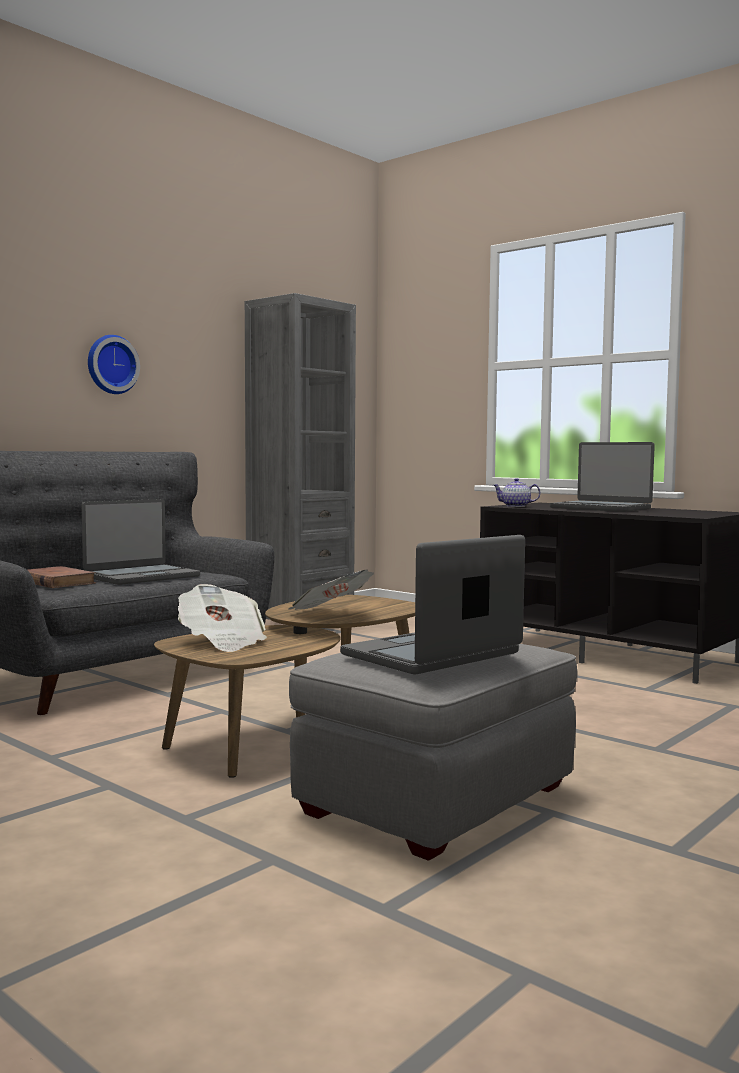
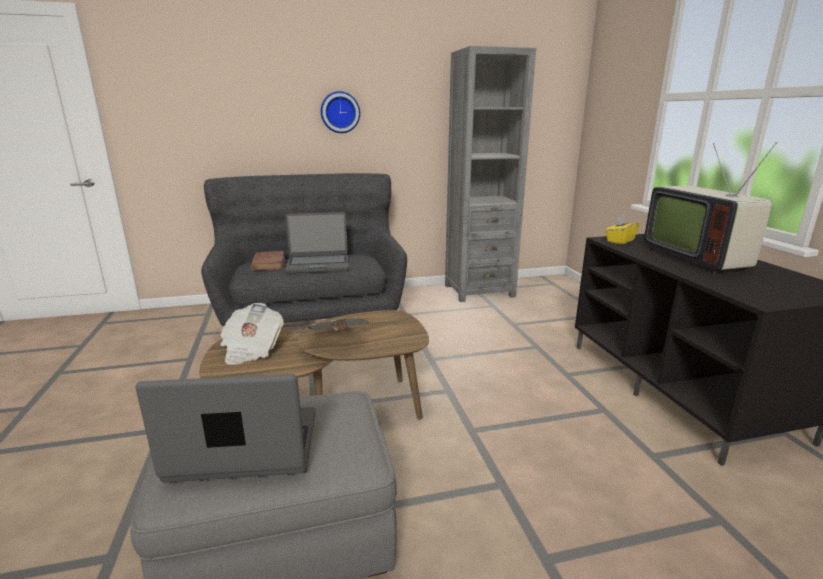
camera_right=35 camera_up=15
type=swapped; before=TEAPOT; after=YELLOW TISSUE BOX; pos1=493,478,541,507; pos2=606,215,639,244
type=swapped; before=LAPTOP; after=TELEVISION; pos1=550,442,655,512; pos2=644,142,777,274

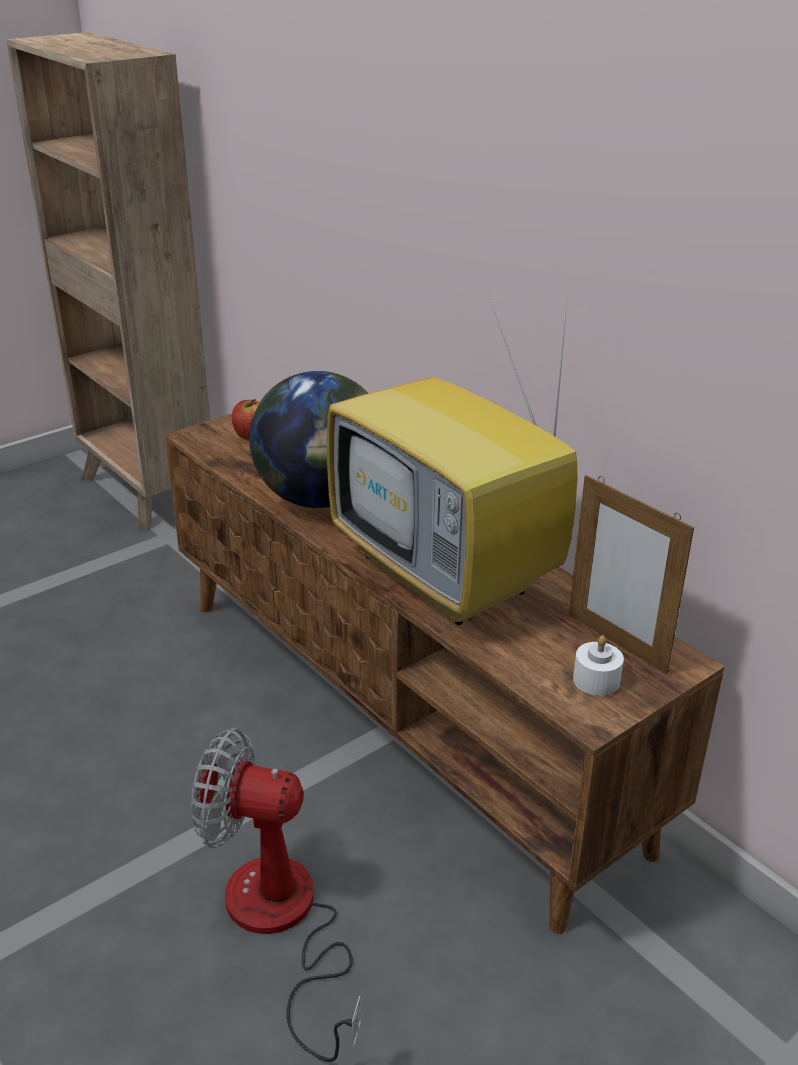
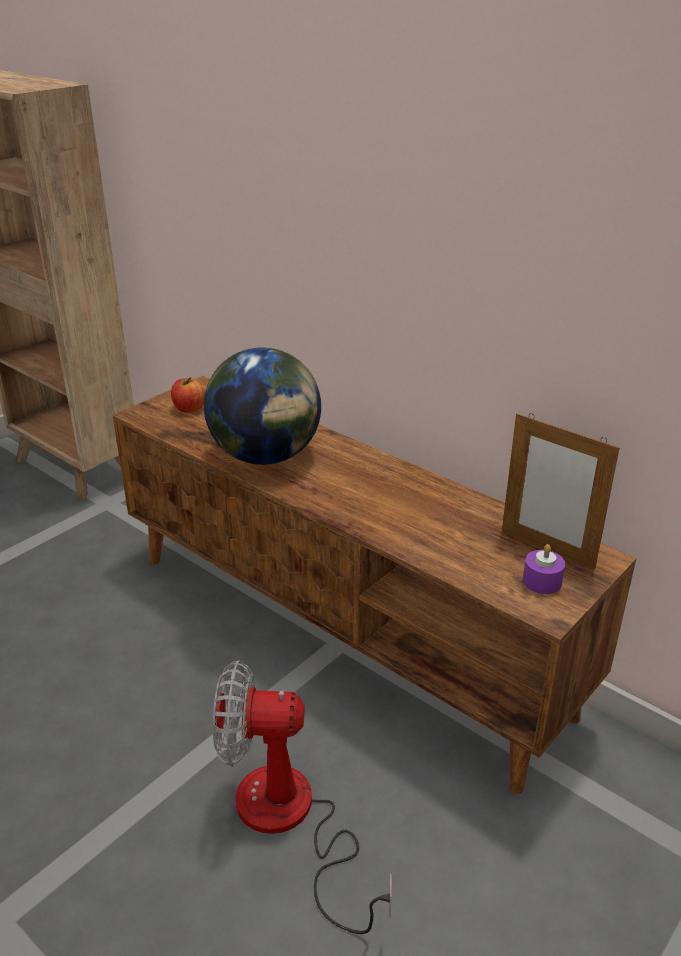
camera_right=-10 camera_up=0
type=repainted; before=WHITE CANDLE; after=PURPLE CANDLE; pos1=573,635,624,696; pos2=523,544,565,594
type=gone; before=TELEVISION; pos1=327,296,578,625

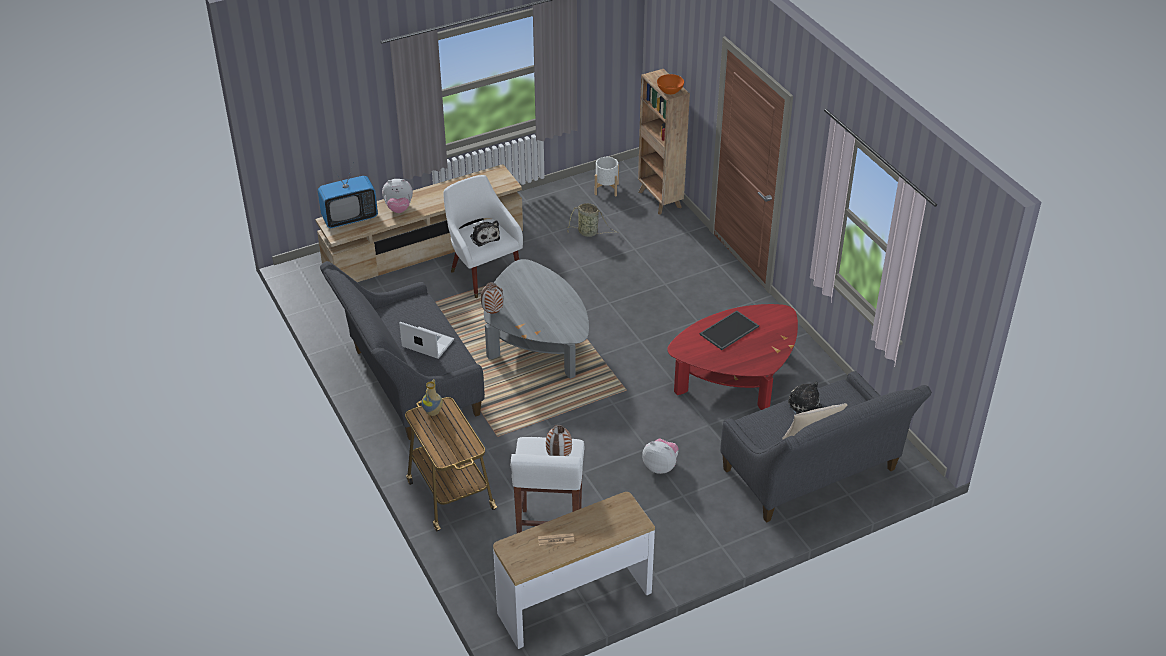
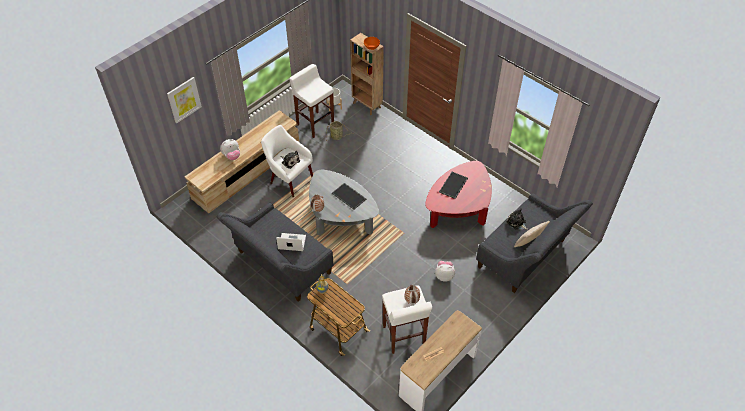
camera_right=-20 camera_up=10
type=new; after=PICTURE; pos2=167,77,202,123
type=new; after=WHITE STOOL; pos2=289,64,334,138
type=new; after=TRAY; pos2=332,183,366,210
type=gone; before=TELEVISION; pos1=318,162,378,228

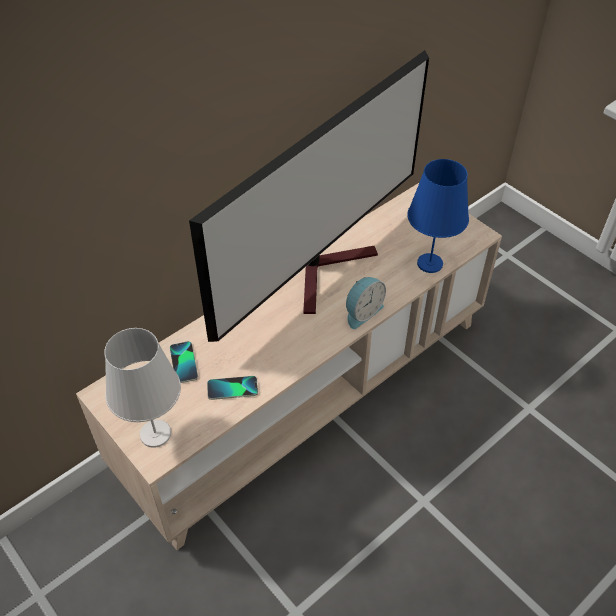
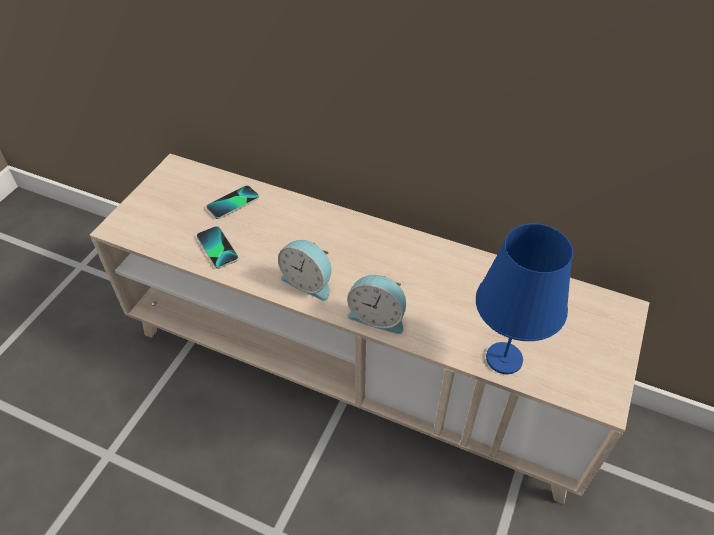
camera_right=65 camera_up=0
type=new; after=ALARM CLOCK; pos2=278,240,331,301
type=gone; before=WHITE TABLE LAMP; pos1=104,328,181,448
type=gone; before=TELEVISION; pos1=189,50,429,342

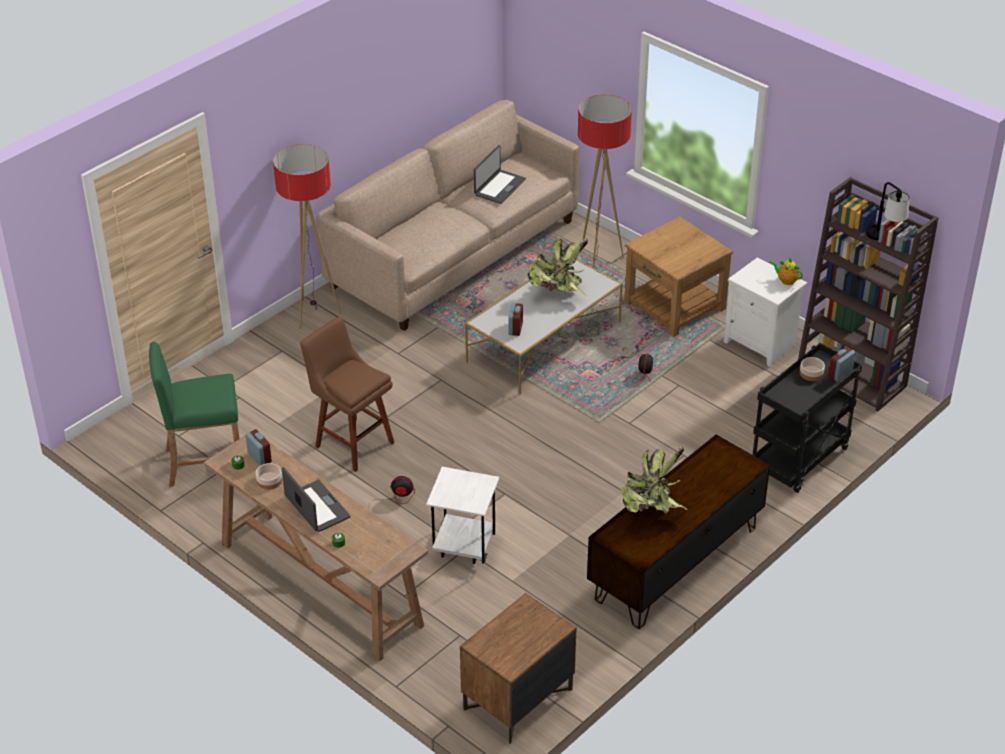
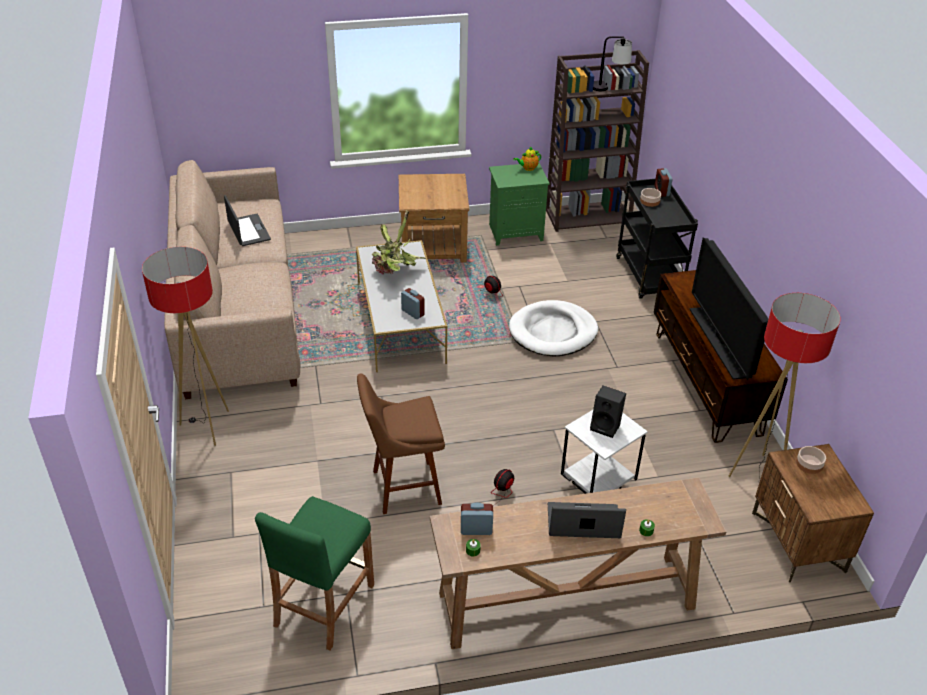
camera_right=-55 camera_up=0
type=repainted; before=WHITE NIGHTSTAND; after=GREEN NIGHTSTAND; pos1=724,258,807,367; pos2=489,163,550,246
type=new; after=WHITE DOG BED; pos2=509,300,598,357
type=new; after=BLACK SPEAKER; pos2=590,386,626,438
type=swapped; before=POTTED PLANT; after=TELEVISION; pos1=621,446,689,514; pos2=689,238,769,380
type=shifted; before=FLOOR LAMP; pos1=578,95,632,268; pos2=729,293,841,477
type=shifted; before=BOWL; pos1=256,463,282,490; pos2=796,446,826,474

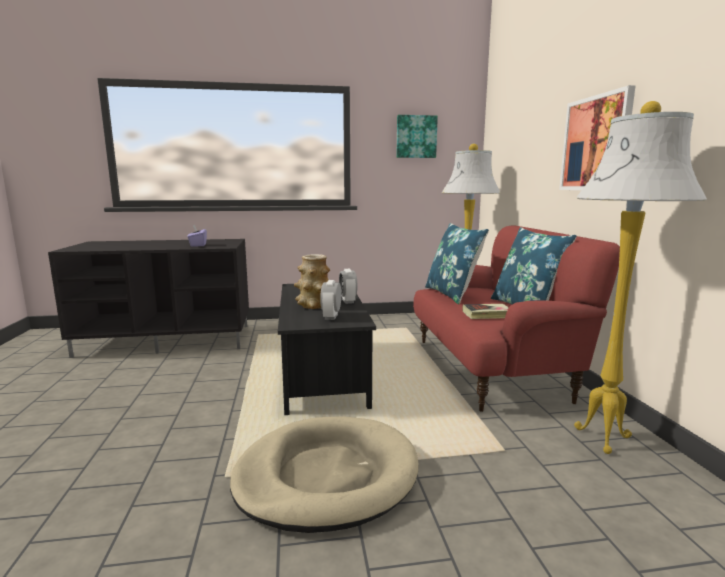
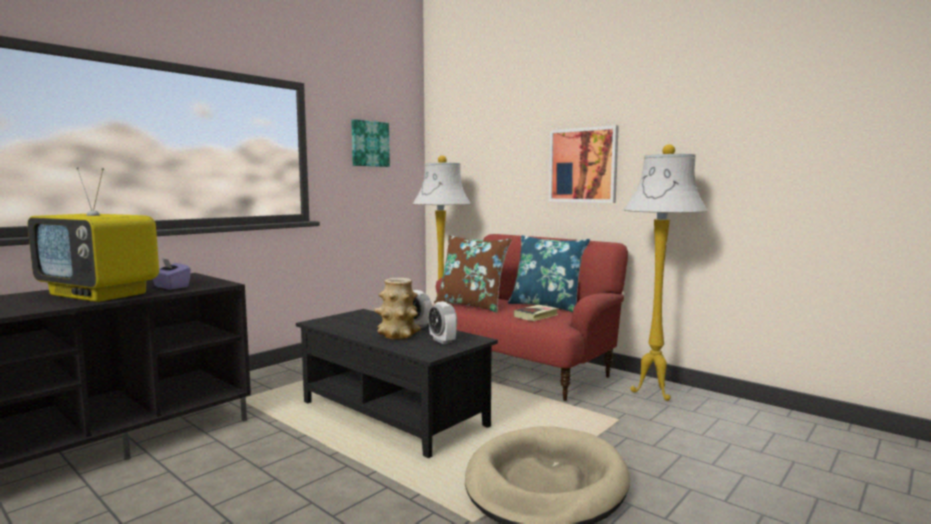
camera_right=-40 camera_up=-5
type=new; after=TELEVISION; pos2=28,167,159,302
type=repainted; before=BLUE PILLOW; after=BROWN PILLOW; pos1=425,223,489,304; pos2=434,235,512,312

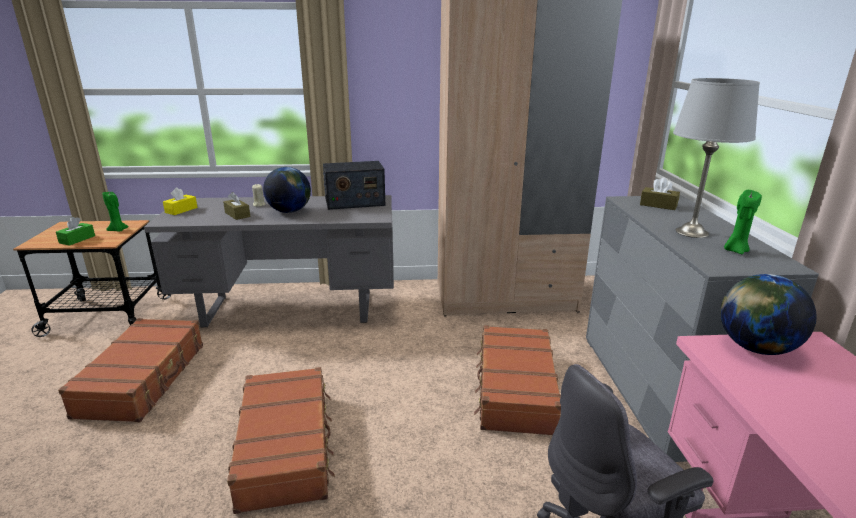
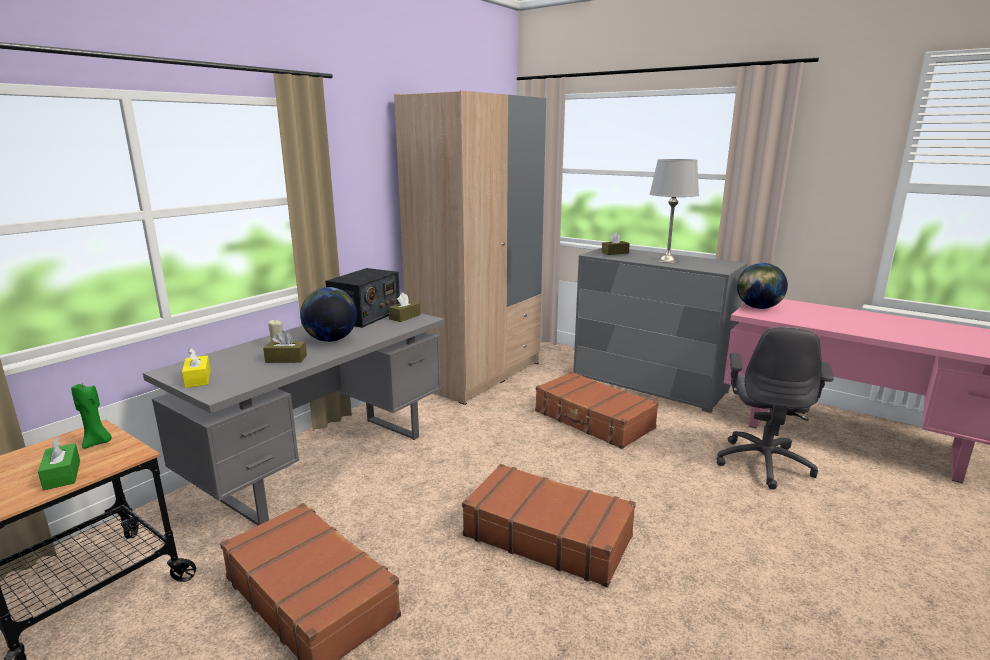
camera_right=-50 camera_up=-5
type=new; after=BROWN TISSUE BOX; pos2=388,293,420,322
type=gone; before=GREEN CANDLE; pos1=724,190,762,254

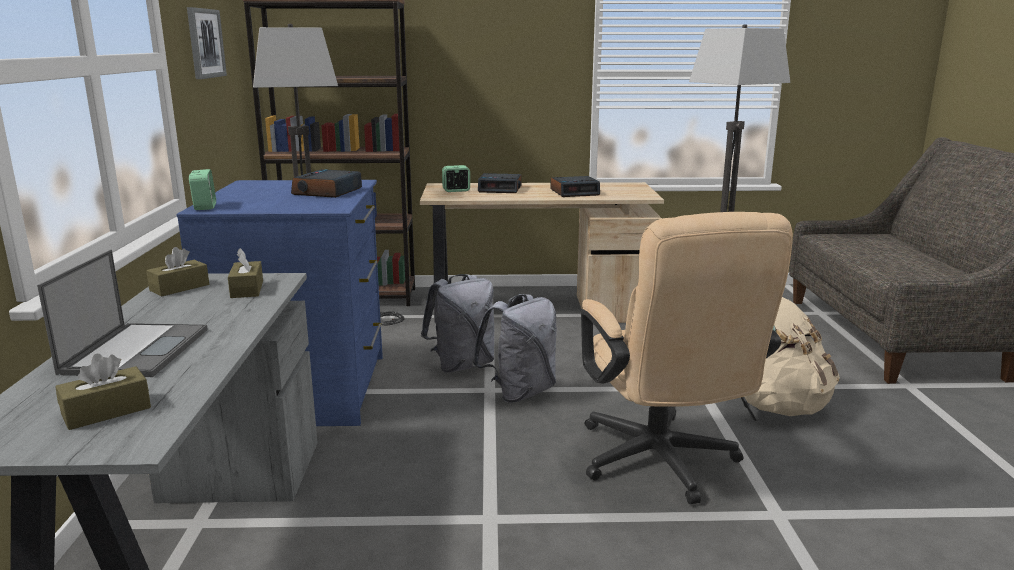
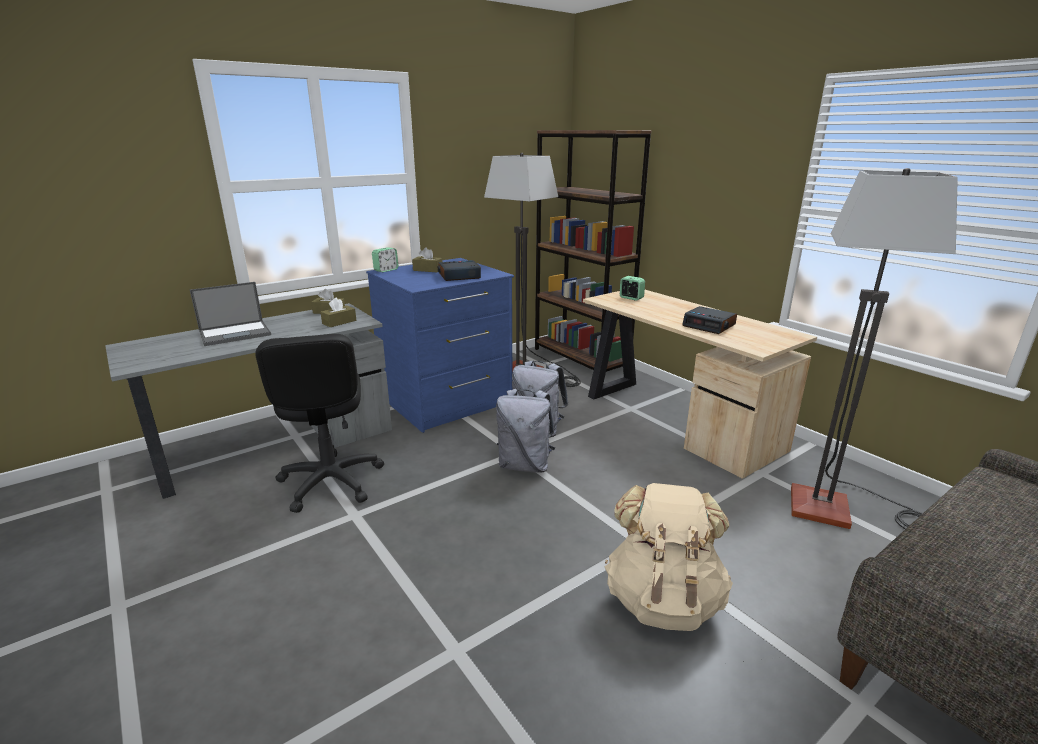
camera_right=55 camera_up=5
type=new; after=BLACK OFFICE CHAIR; pos2=255,334,384,513
type=shifted; before=BROWN TISSUE BOX; pos1=55,353,151,430; pos2=412,247,443,272
type=gone; before=PICTURE; pos1=187,7,227,79
type=gone; before=ALARM CLOCK; pos1=478,173,522,193
type=gone; before=BEIGE OFFICE CHAIR; pos1=581,212,793,504

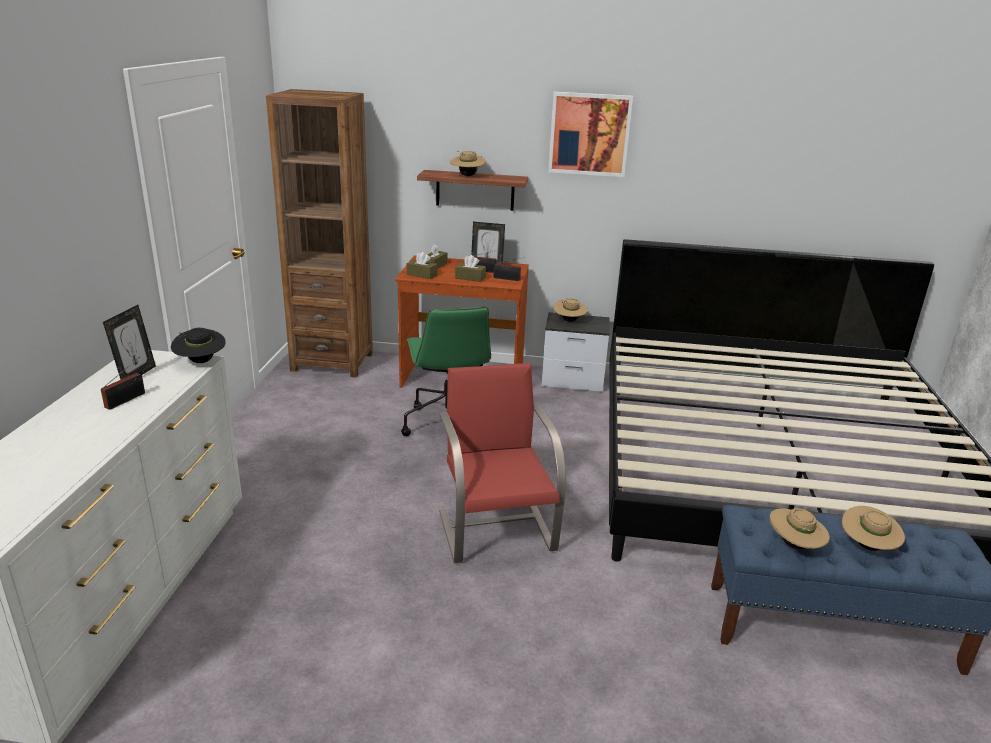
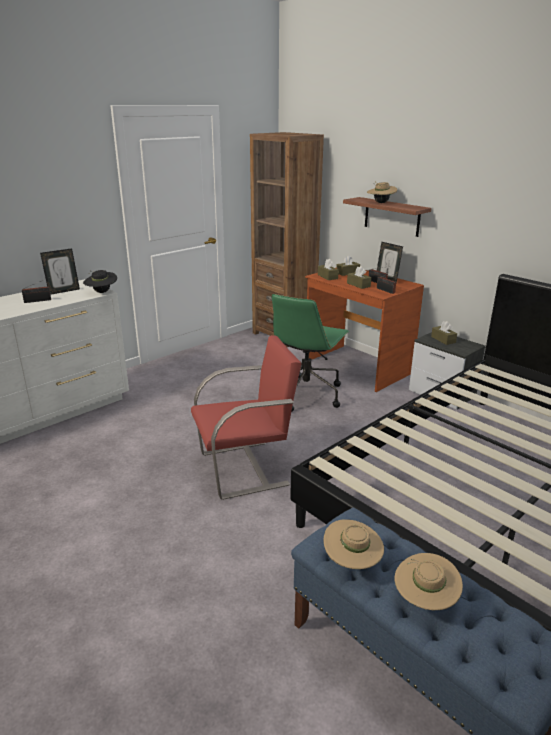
camera_right=40 camera_up=0
type=rotated; before=RED CHAIR; pos1=439,363,566,563; pos2=191,335,302,500; turn=45
type=swapped; before=BEIGE HAT; after=BROWN TISSUE BOX; pos1=553,298,588,322; pos2=431,321,457,345
type=gone; before=PICTURE; pos1=548,92,633,177

